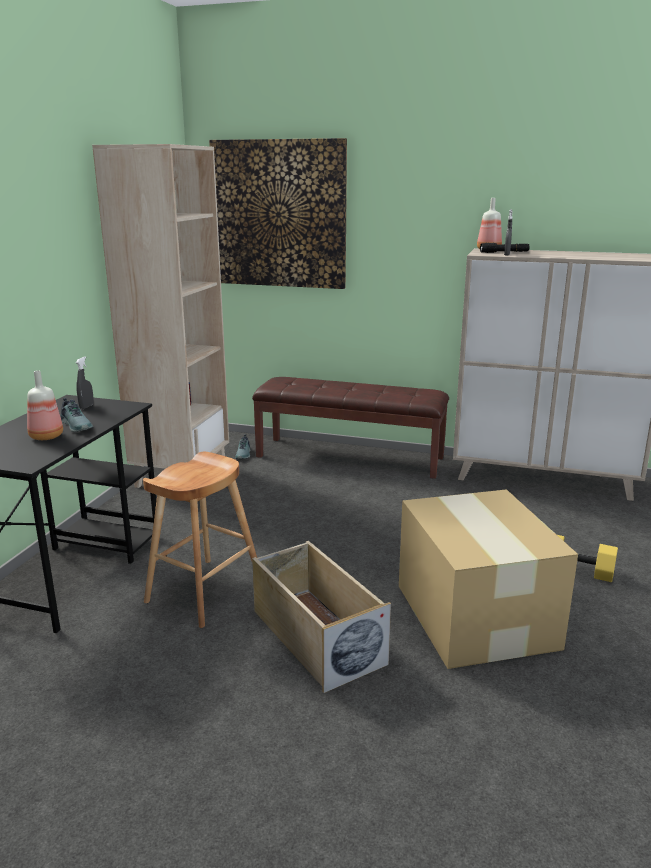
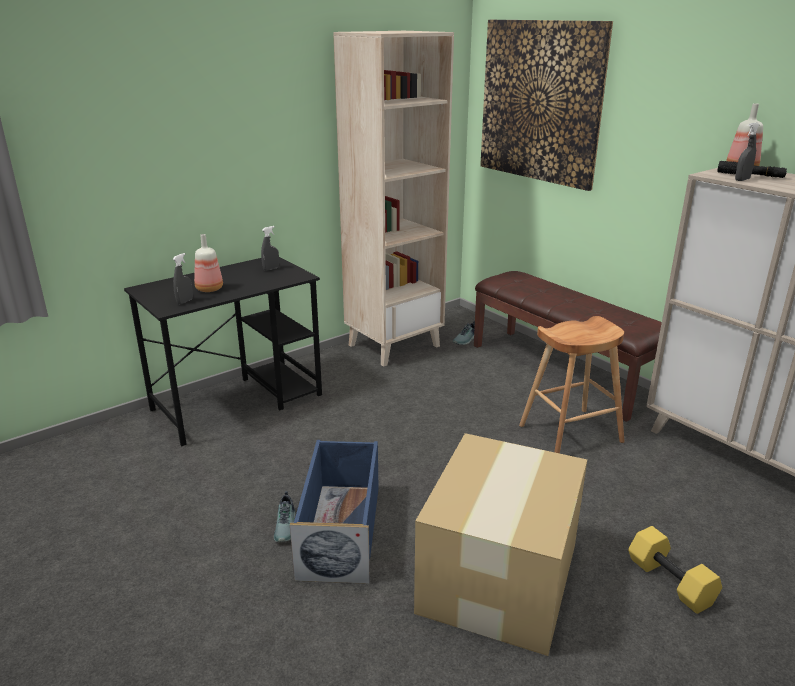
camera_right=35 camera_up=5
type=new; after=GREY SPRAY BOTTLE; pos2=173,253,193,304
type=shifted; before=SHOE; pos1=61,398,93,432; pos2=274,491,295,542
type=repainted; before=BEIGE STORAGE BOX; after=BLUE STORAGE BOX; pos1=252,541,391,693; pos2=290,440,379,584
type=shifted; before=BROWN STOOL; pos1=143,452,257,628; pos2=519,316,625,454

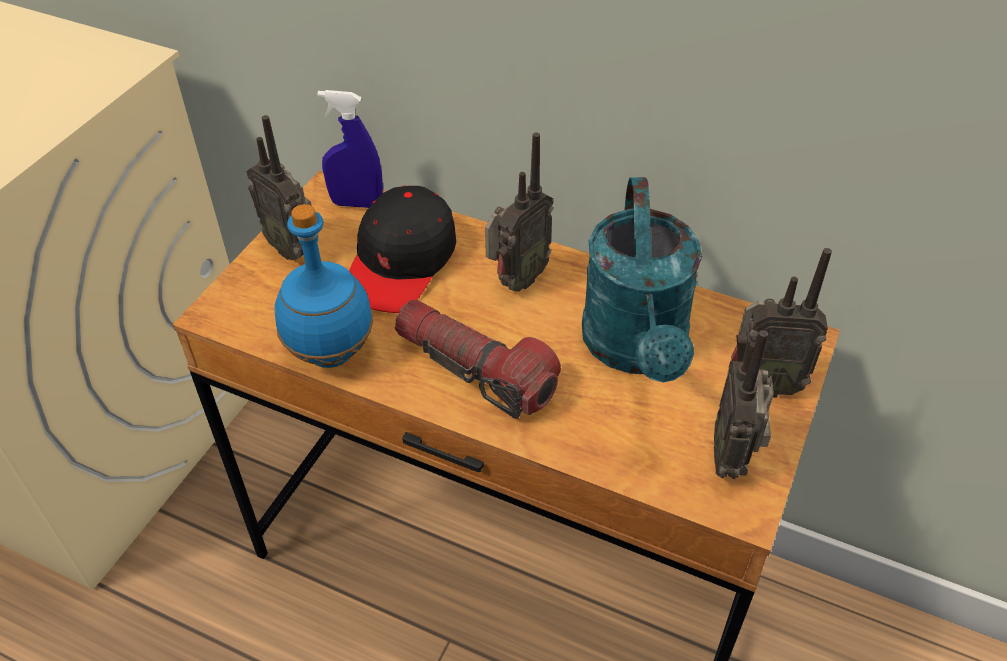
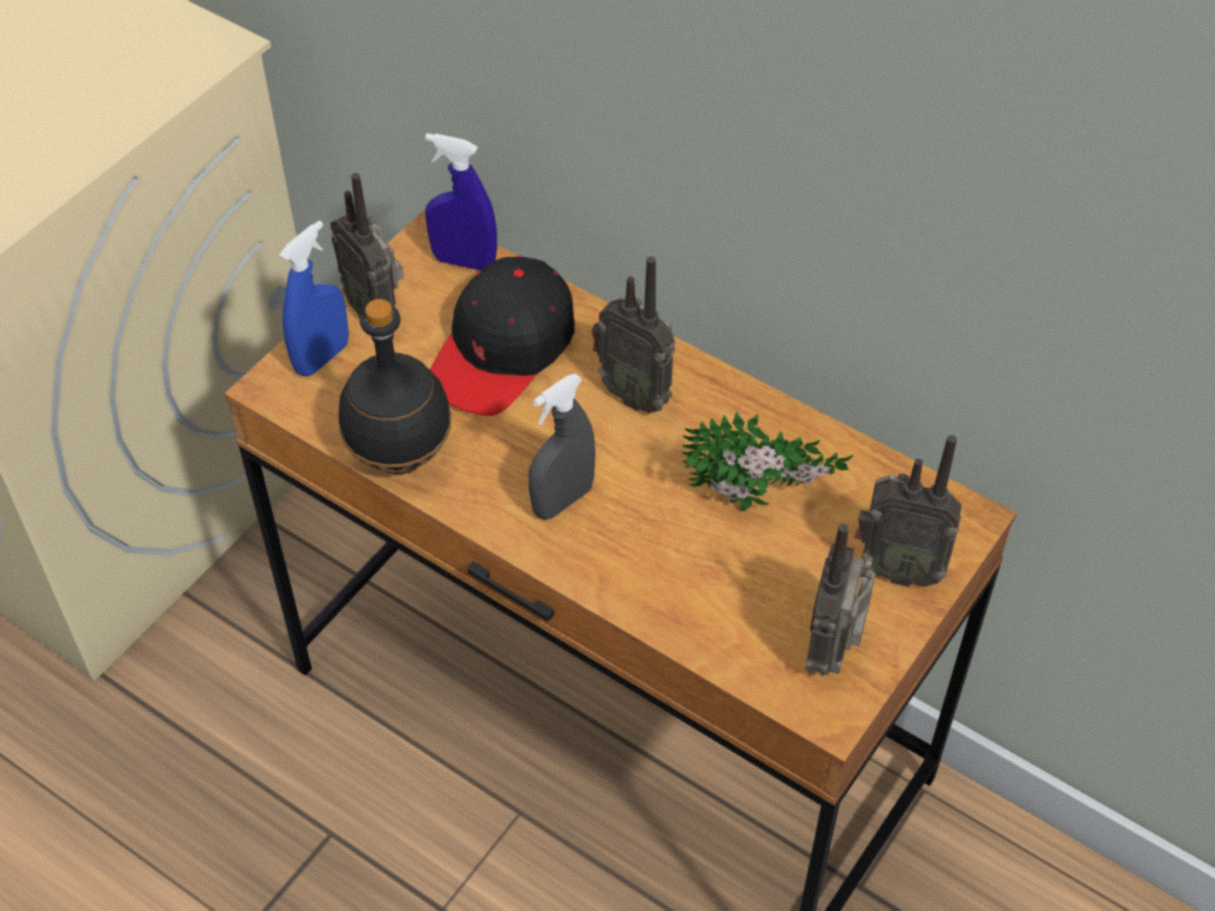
camera_right=10 camera_up=5
type=new; after=BLUE SPRAY BOTTLE; pos2=279,220,349,376
type=repainted; before=BLUE BOTTLE; after=BLACK BOTTLE; pos1=275,204,374,368; pos2=339,299,451,474
type=swapped; before=FLASHLIGHT; after=GREY SPRAY BOTTLE; pos1=395,300,561,419; pos2=529,373,596,520
type=rotated; before=RADIO; pos1=485,132,553,292; pos2=592,256,675,413; turn=75
type=swapped; before=TURQUOISE WATERING CAN; after=POTTED PLANT; pos1=582,177,702,383; pos2=681,411,853,511

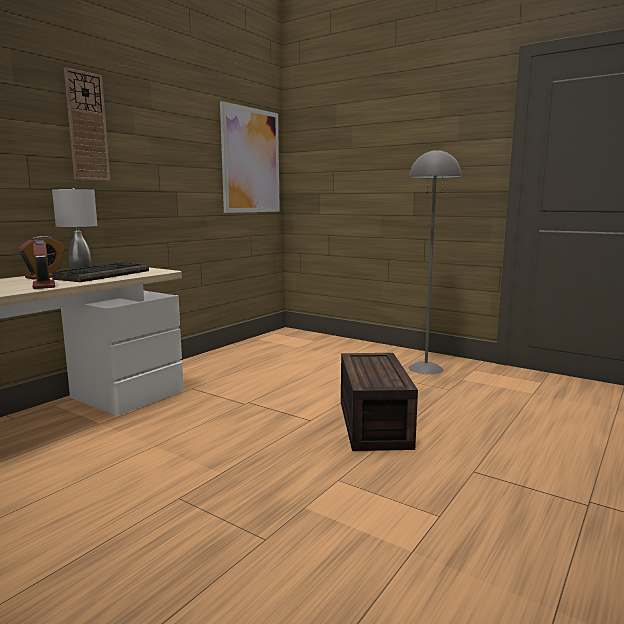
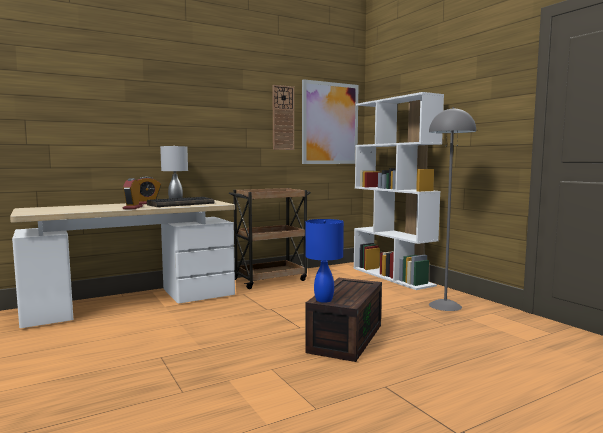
camera_right=25 camera_up=-5
type=new; after=BROWN CART; pos2=229,188,311,289
type=shifted; before=WALL CLOCK; pos1=64,67,110,181; pos2=272,85,294,150
type=new; after=BLUE TABLE LAMP; pos2=305,219,344,303
type=new; after=WHITE BOOKCASE; pos2=354,92,444,290

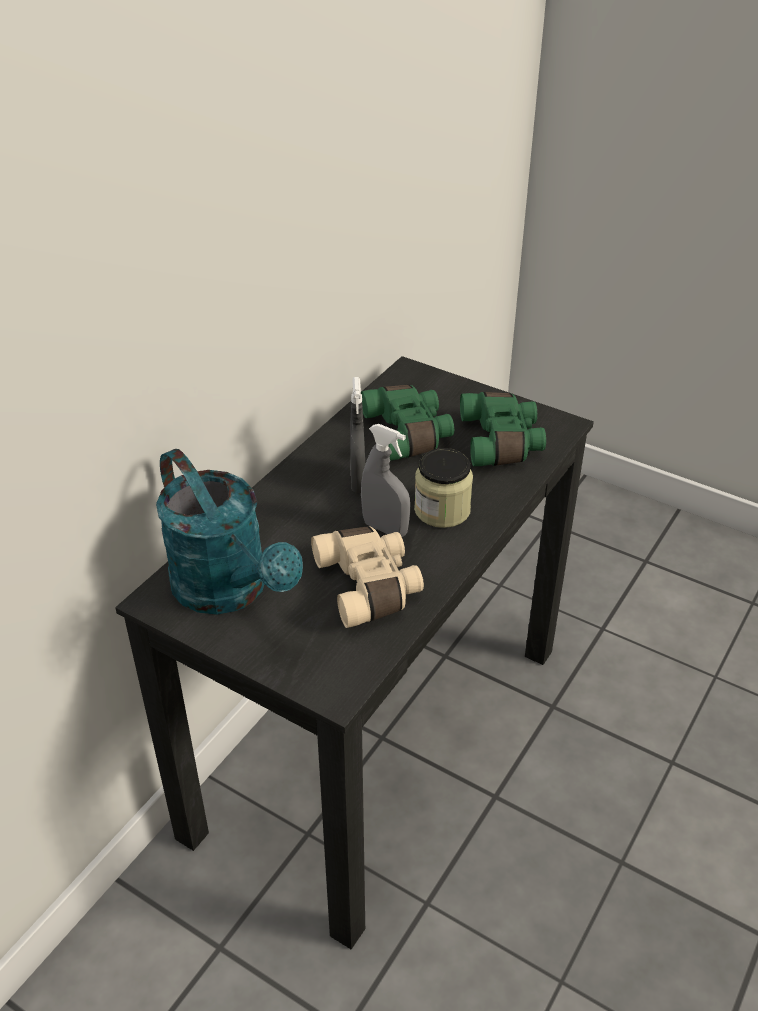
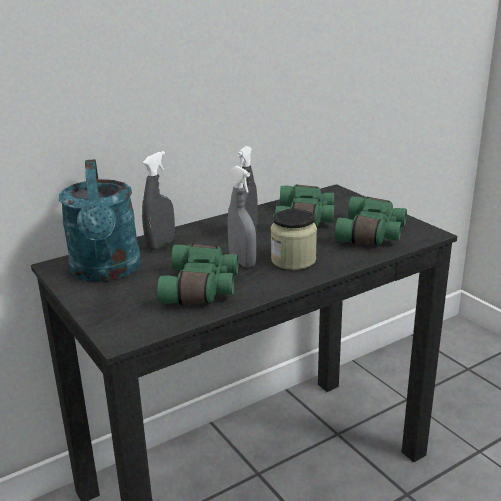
camera_right=25 camera_up=-15
type=new; after=GREY SPRAY BOTTLE; pos2=142,151,175,250
type=repainted; before=BEIGE BINOCULARS; after=GREEN BINOCULARS; pos1=311,526,424,628; pos2=157,244,238,305

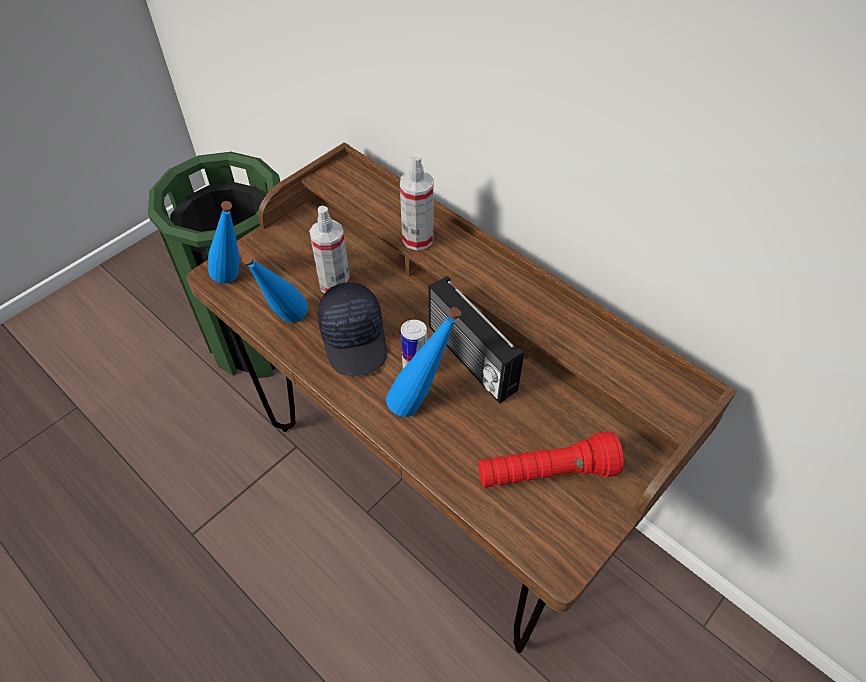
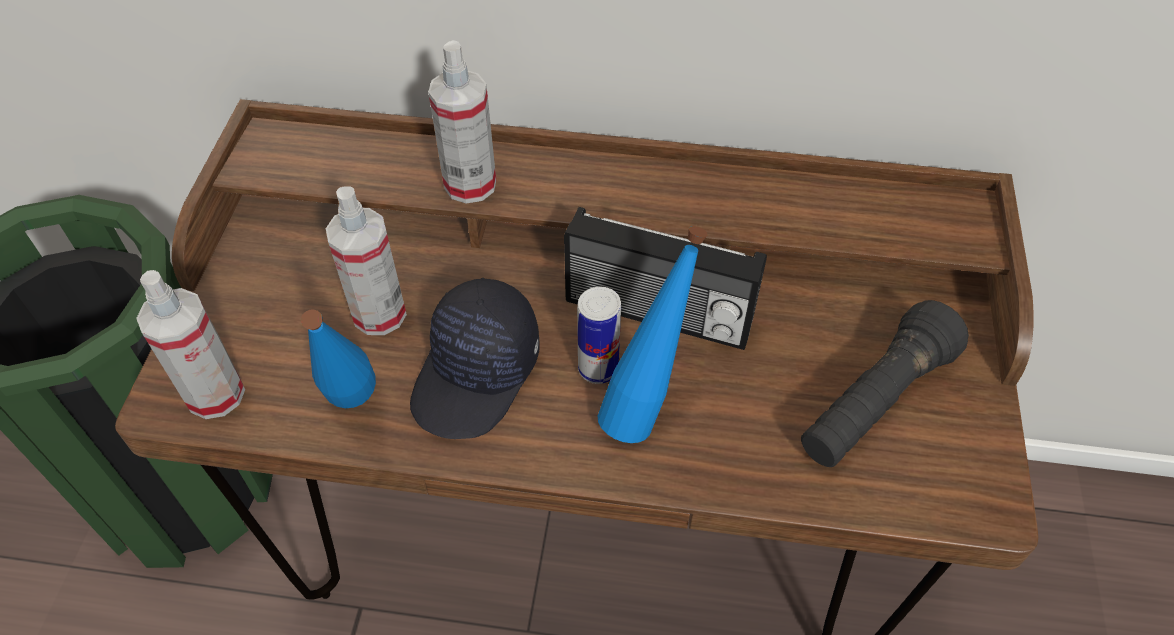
camera_right=-35 camera_up=0
type=swapped; before=BLUE BOTTLE; after=SPRAY BOTTLE; pos1=208,201,240,284; pos2=136,270,245,419
type=rotated; before=BLACK CAP; pos1=317,282,387,376; pos2=410,278,540,439; turn=75
type=repainted; before=RED FLASHLIGHT; after=BLACK FLASHLIGHT; pos1=478,431,624,488; pos2=801,300,969,467

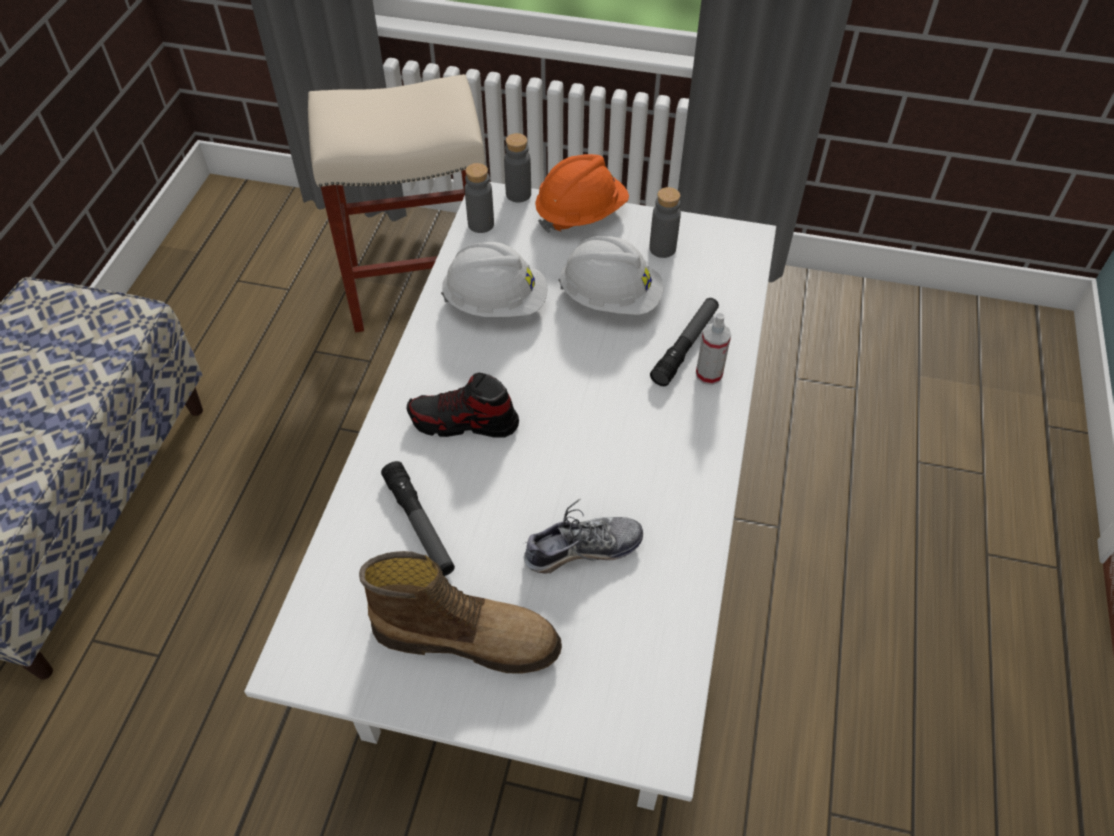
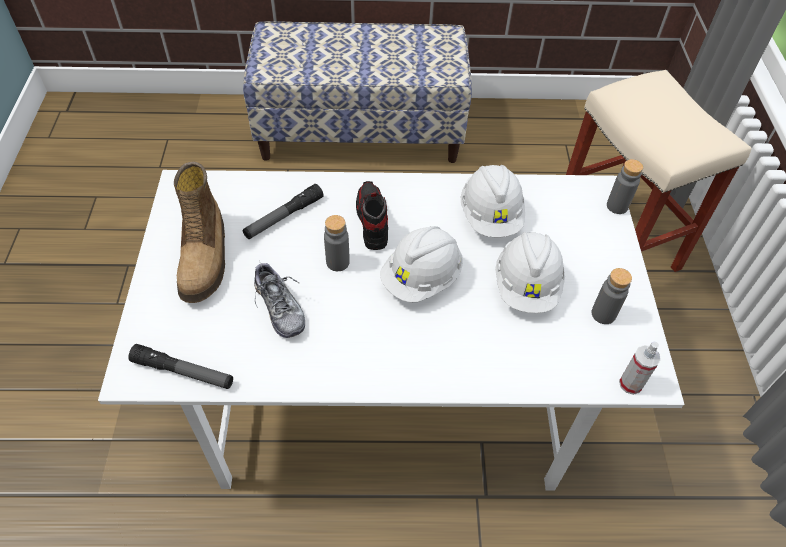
camera_right=75 camera_up=0
type=shifted; before=FLASHLIGHT; pos1=650,298,719,386; pos2=128,344,233,389
type=shifted; before=GREY BOTTLE; pos1=465,163,494,233; pos2=324,215,350,271
type=new; after=WHITE HARD HAT; pos2=380,226,463,302
type=shifted; before=SPRAY BOTTLE; pos1=696,313,731,385; pos2=619,342,661,395
type=gone; before=ORANGE HARD HAT; pos1=535,154,629,233

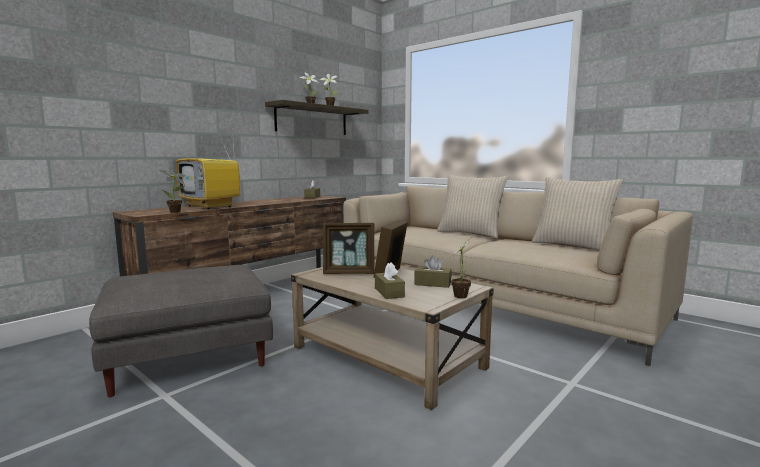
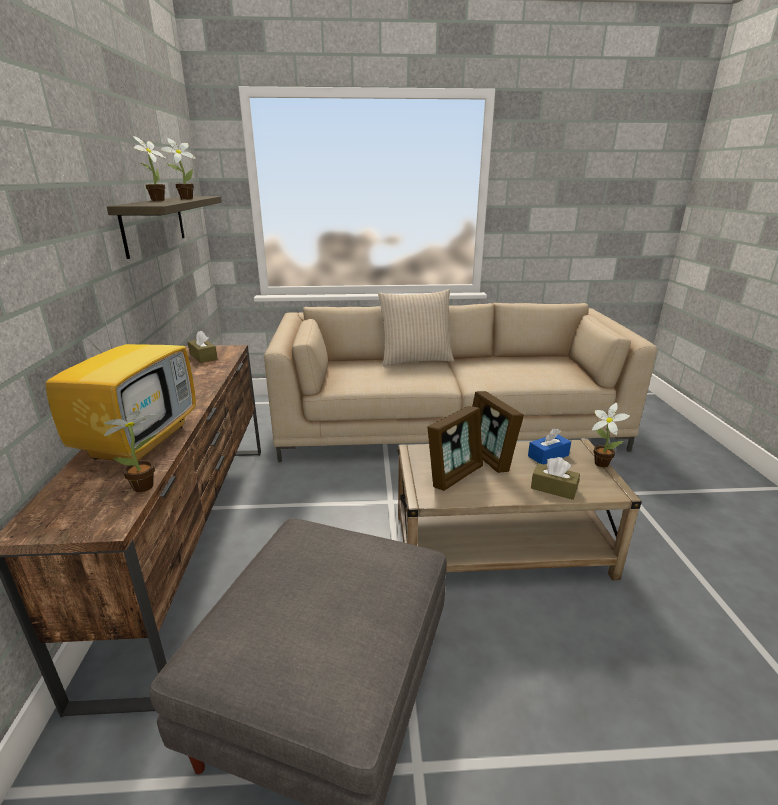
camera_right=-45 camera_up=15
type=rotated; before=TELEVISION; pos1=176,126,240,209; pos2=45,284,196,461; turn=-75
type=repainted; before=BROWN TISSUE BOX; after=BLUE TISSUE BOX; pos1=414,255,452,288; pos2=528,428,571,464
type=gone; before=BEIGE PILLOW; pos1=532,177,623,250

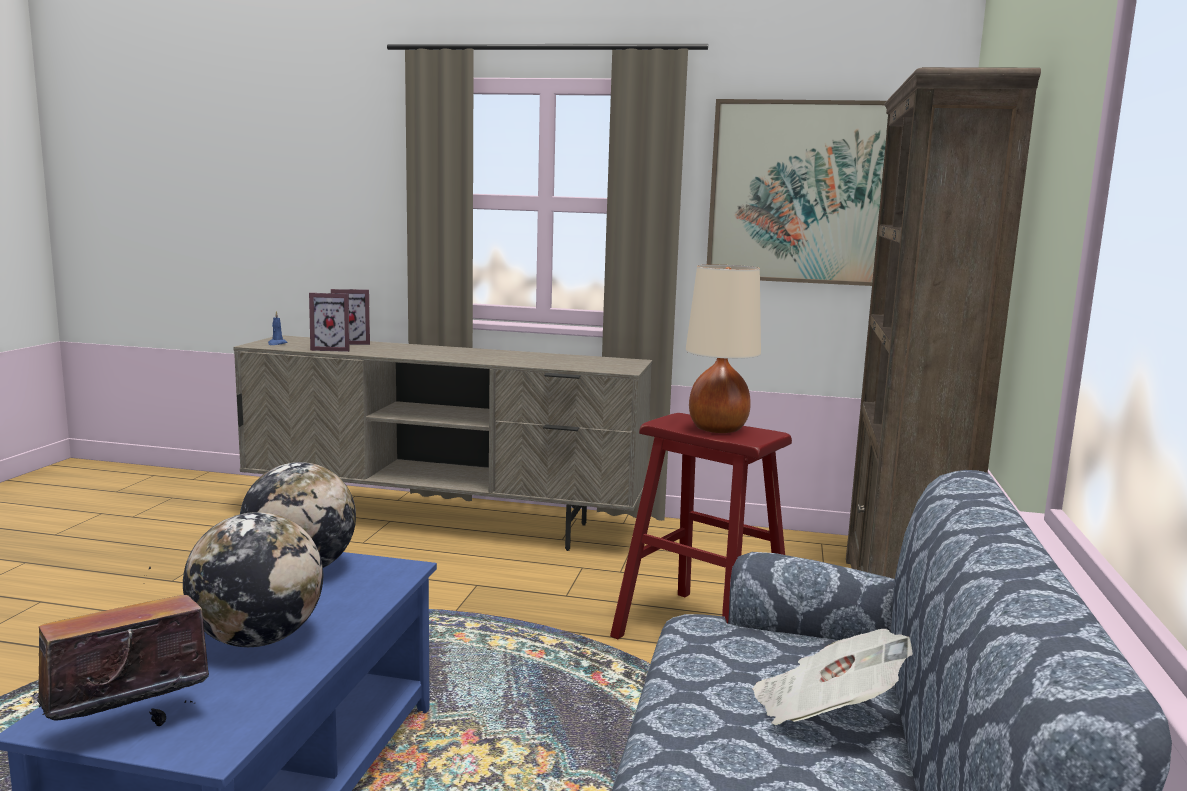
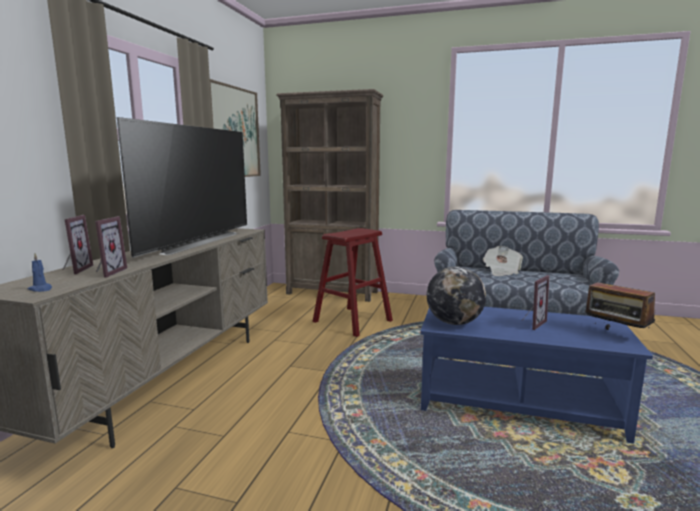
camera_right=-85 camera_up=0
type=new; after=TELEVISION; pos2=117,117,247,258
type=swapped; before=GLOBE; after=PICTURE FRAME; pos1=183,512,323,647; pos2=523,275,550,330
type=gone; before=BEIGE TABLE LAMP; pos1=686,265,761,433

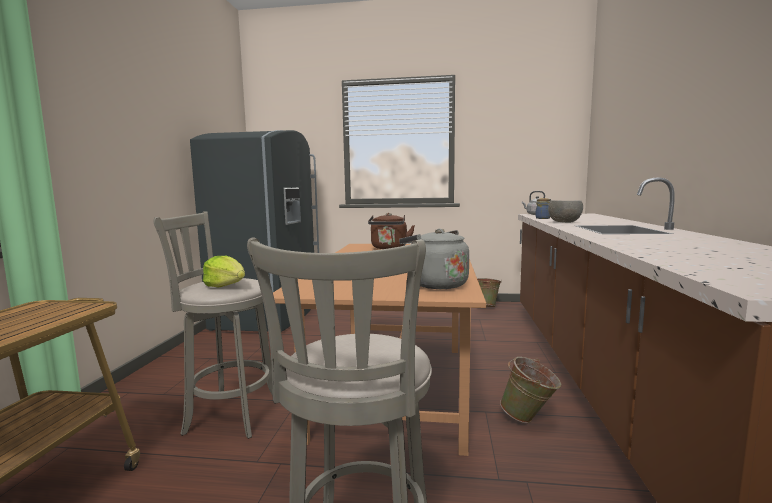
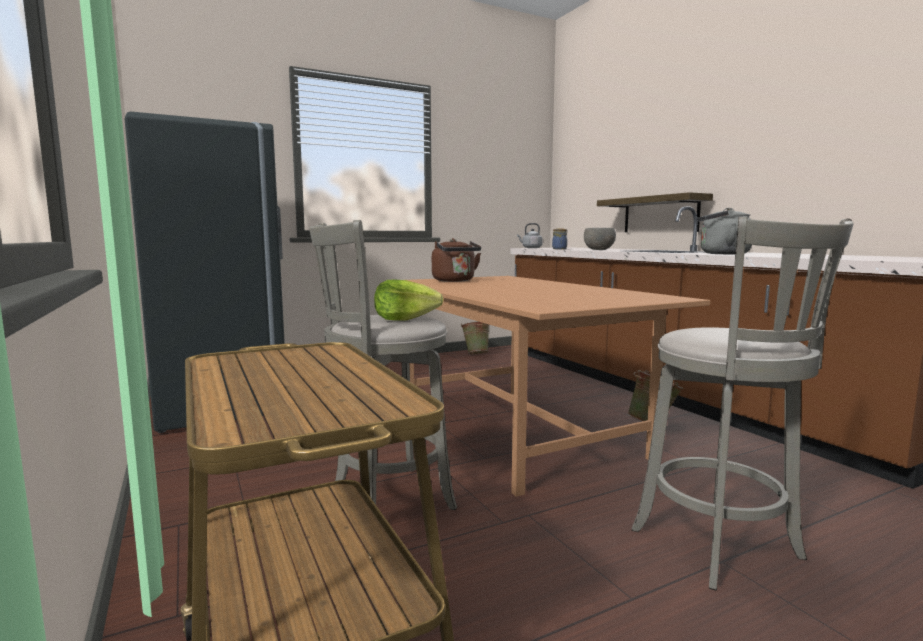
camera_right=-35 camera_up=0
type=new; after=SHELF; pos2=597,192,713,232
type=shifted; before=GREY KETTLE; pos1=399,229,469,289; pos2=698,208,752,254

